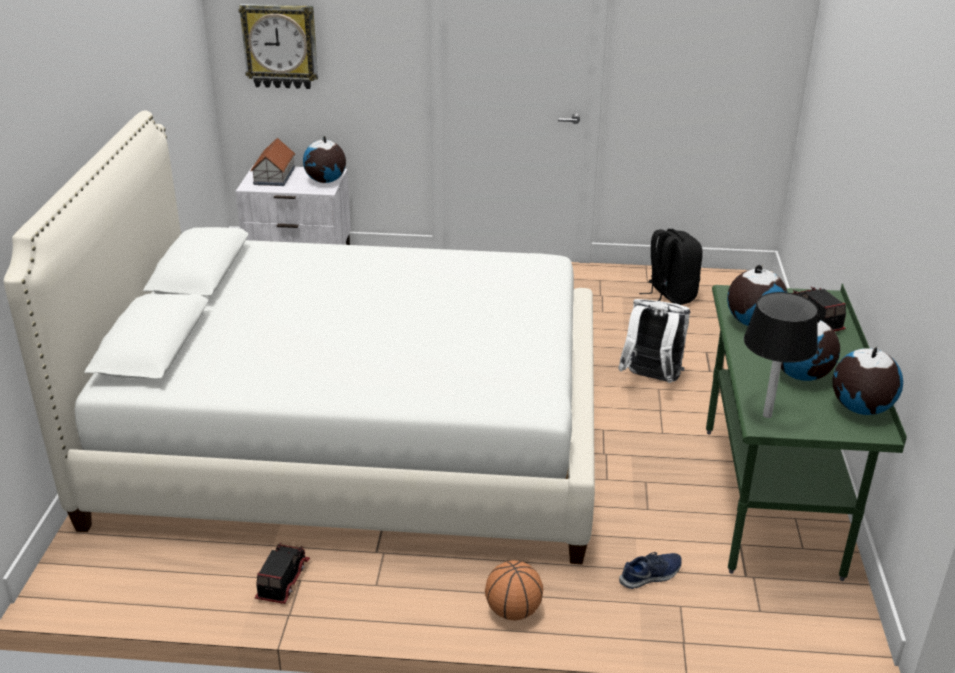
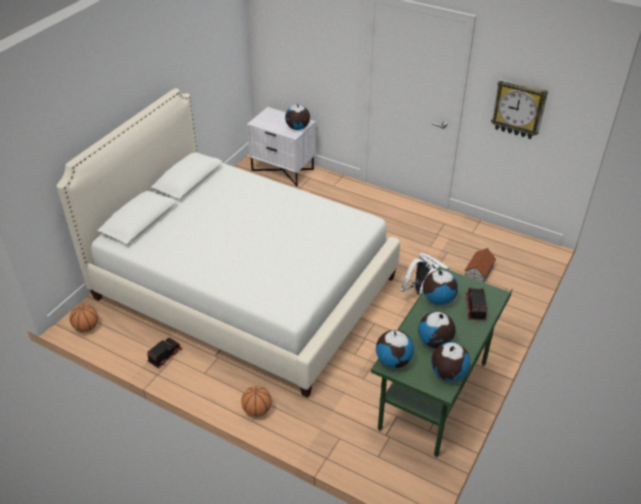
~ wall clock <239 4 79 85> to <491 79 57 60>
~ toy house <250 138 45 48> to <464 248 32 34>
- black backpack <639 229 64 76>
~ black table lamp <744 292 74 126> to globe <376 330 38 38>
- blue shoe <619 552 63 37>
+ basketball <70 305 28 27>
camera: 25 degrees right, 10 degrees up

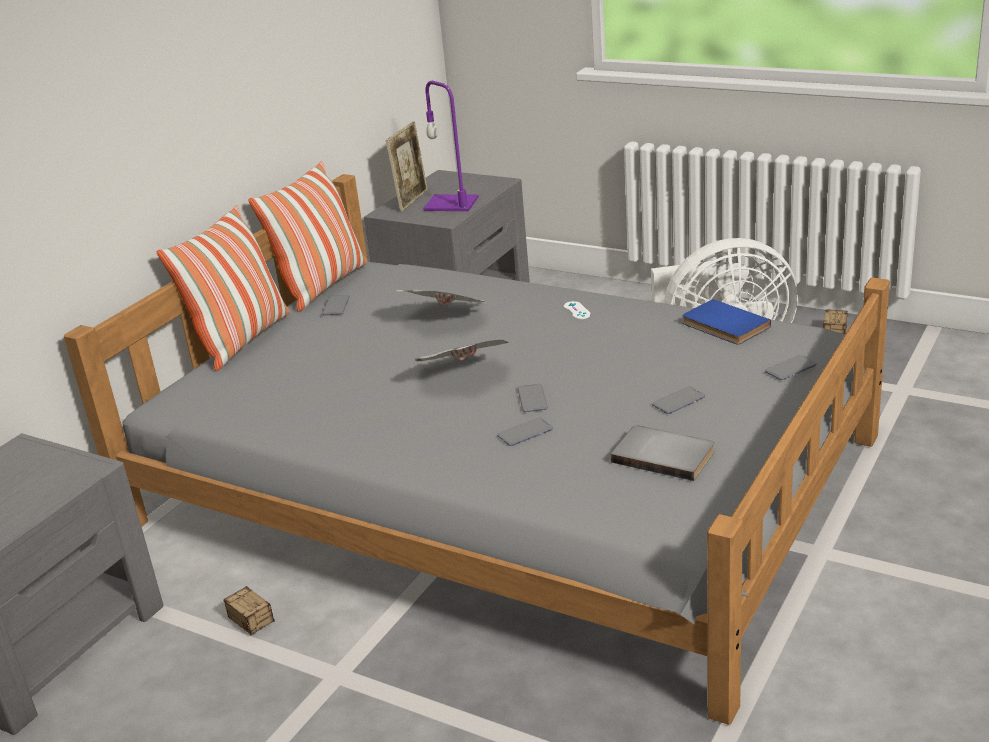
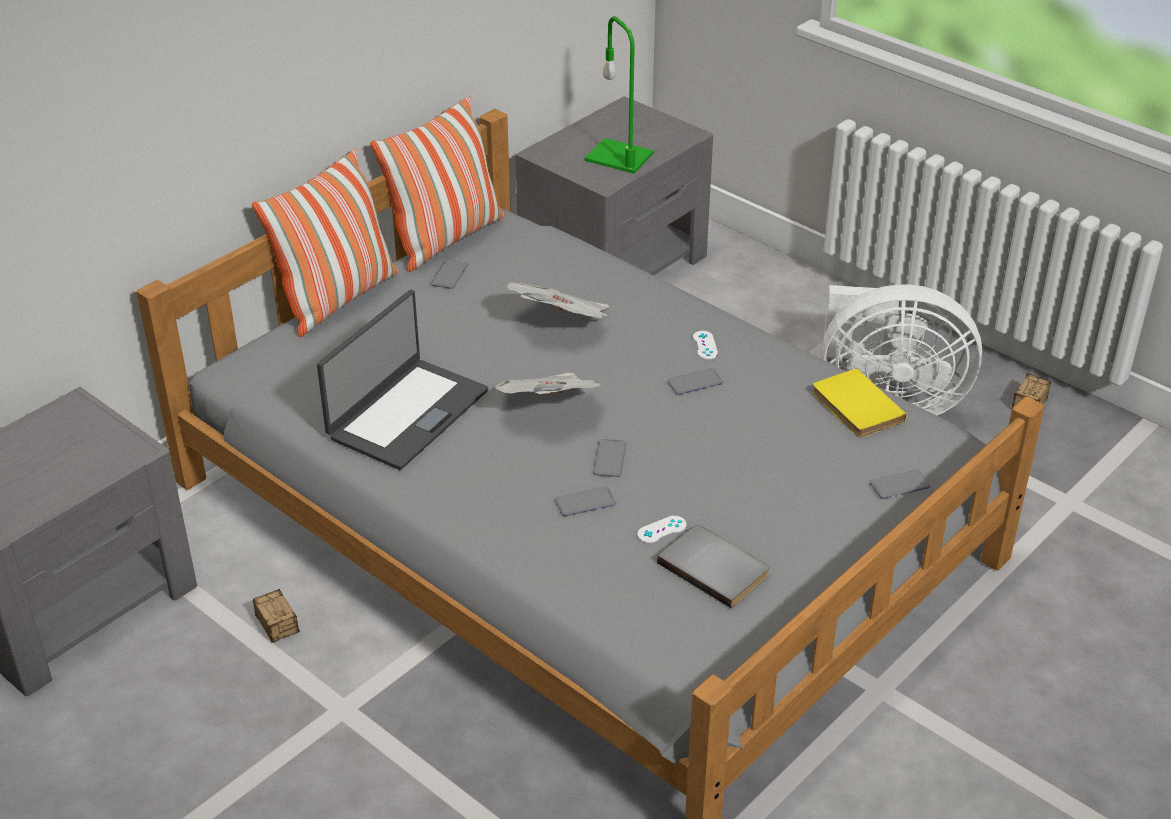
~ purple table lamp <423 81 56 130> to green table lamp <584 16 70 158>
- picture frame <386 122 42 89>
~ blue book <683 299 88 46> to yellow book <812 368 95 70>
~ phone <652 386 53 28> to <667 368 56 27>
+ laptop <317 290 171 180>
+ white game controller <637 516 49 27>
camera: 10 degrees right, 10 degrees up

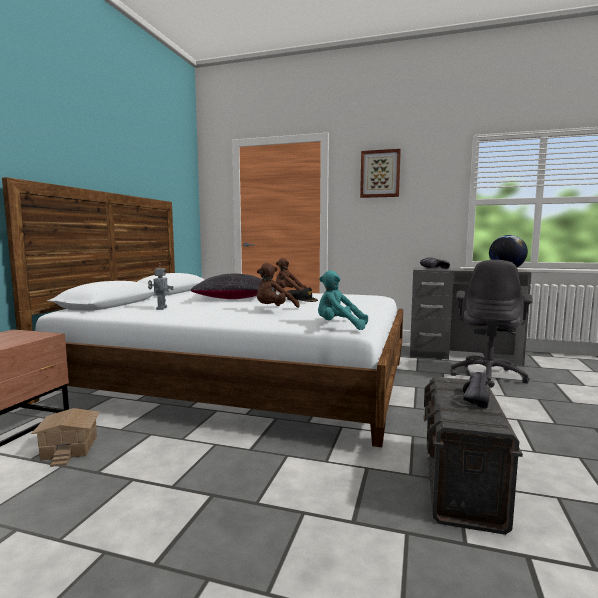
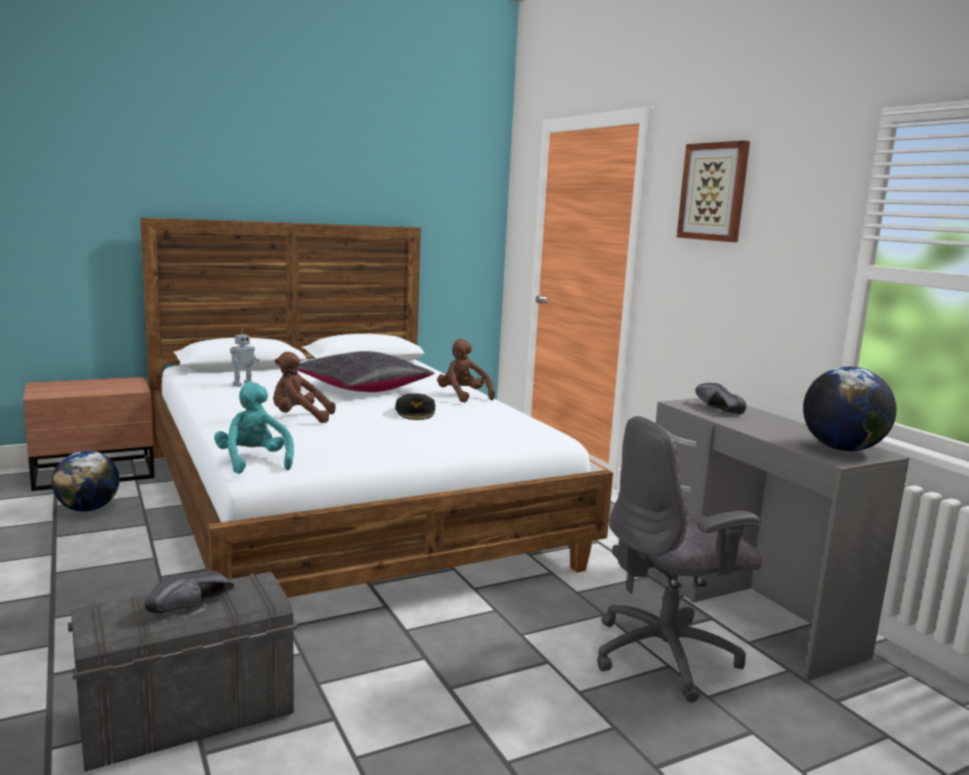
~ black shoe <463 372 27 37> = <145 570 89 43> 150 degrees clockwise
~ toy house <31 408 69 59> to globe <52 451 68 61>
camera: 45 degrees right, 5 degrees up

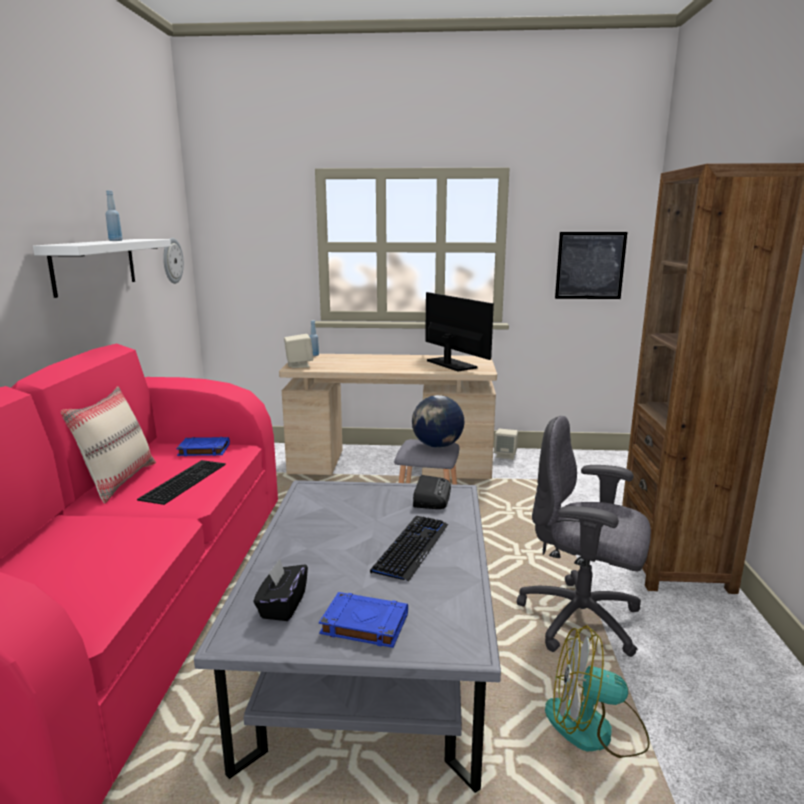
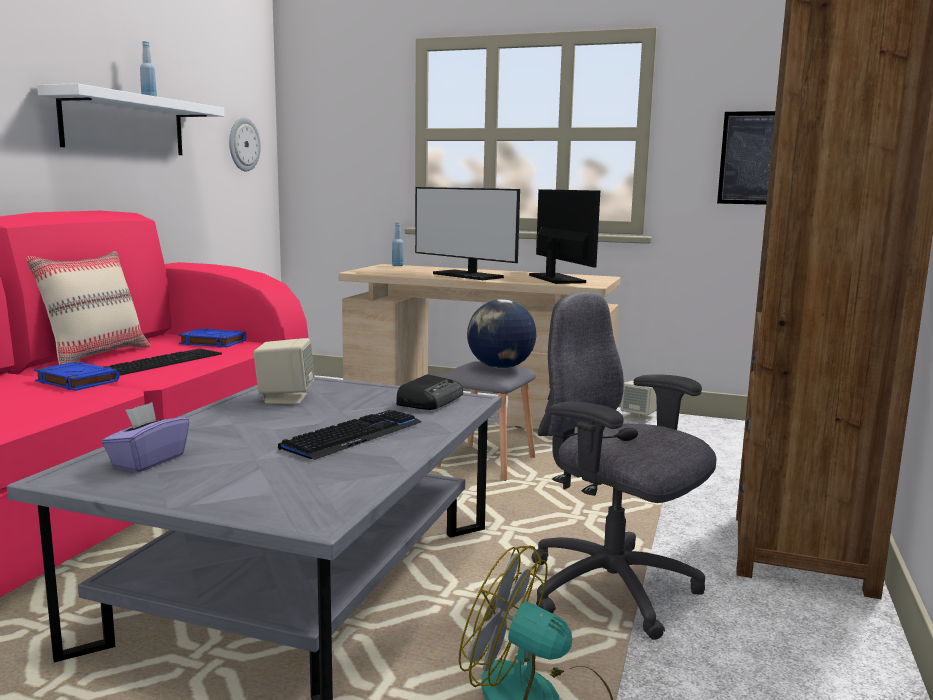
~ beige speaker <284 334 29 34> to <253 338 62 66>
~ black tissue box <253 559 55 62> to purple tissue box <102 402 87 70>
~ blue book <319 592 89 56> to <34 361 86 30>
+ monitor <415 187 105 93>
camera: 15 degrees right, 5 degrees down

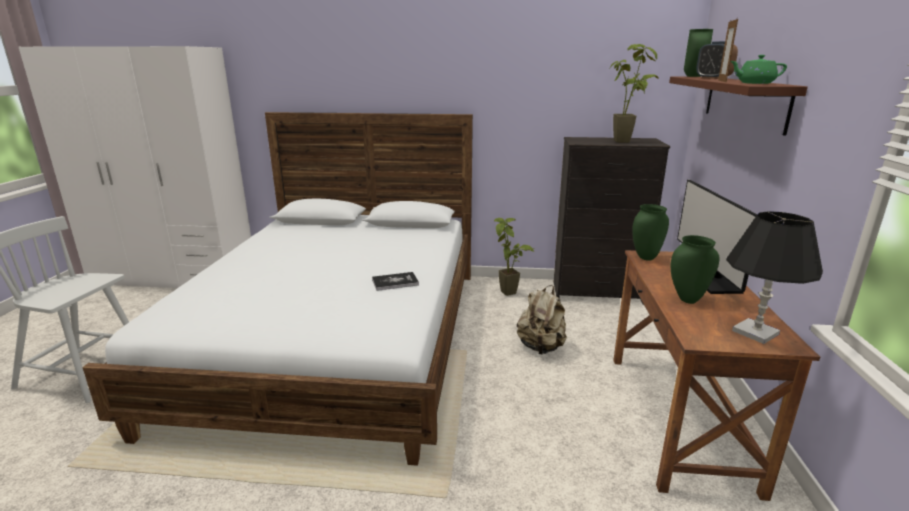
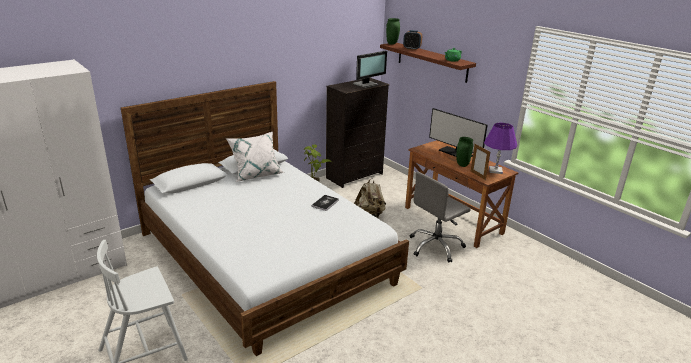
~ picture frame <718 17 20 65> to <471 144 19 36>
~ potted plant <609 44 50 99> to monitor <353 51 34 37>
- green vase <632 204 37 57>
~ black table lamp <726 211 97 133> to purple table lamp <484 123 33 51>
+ white pillow <226 132 58 50>
+ grey office chair <410 172 61 91>
camera: 45 degrees left, 5 degrees up

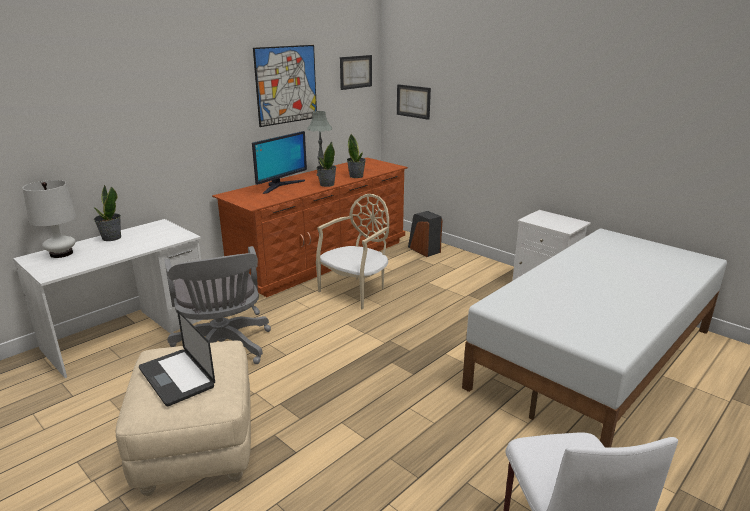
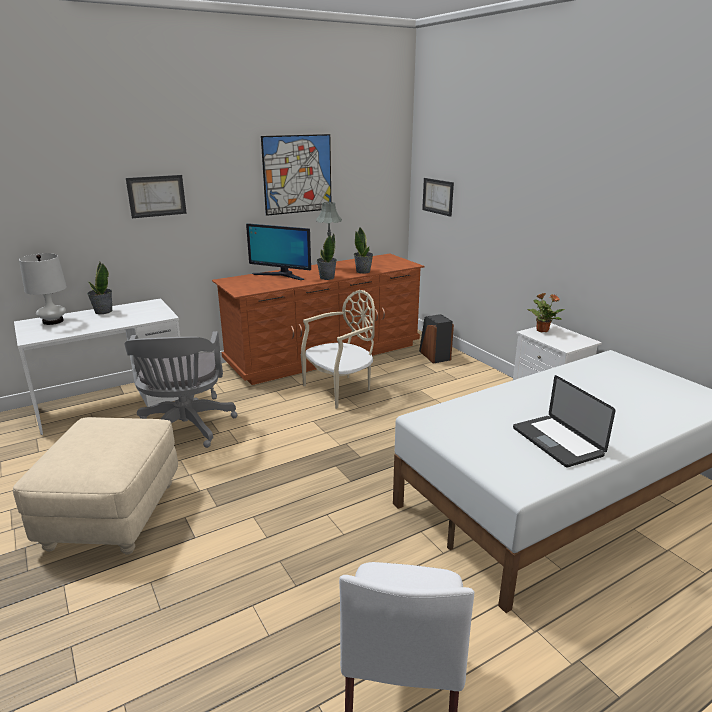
~ picture <340 55 32 35> to <126 175 61 43>
~ monitor <252 131 55 63> = <246 223 65 57> 60 degrees clockwise
~ laptop <139 310 76 96> to <513 375 102 93>
+ potted plant <527 293 38 39>
camera: 15 degrees right, 0 degrees up

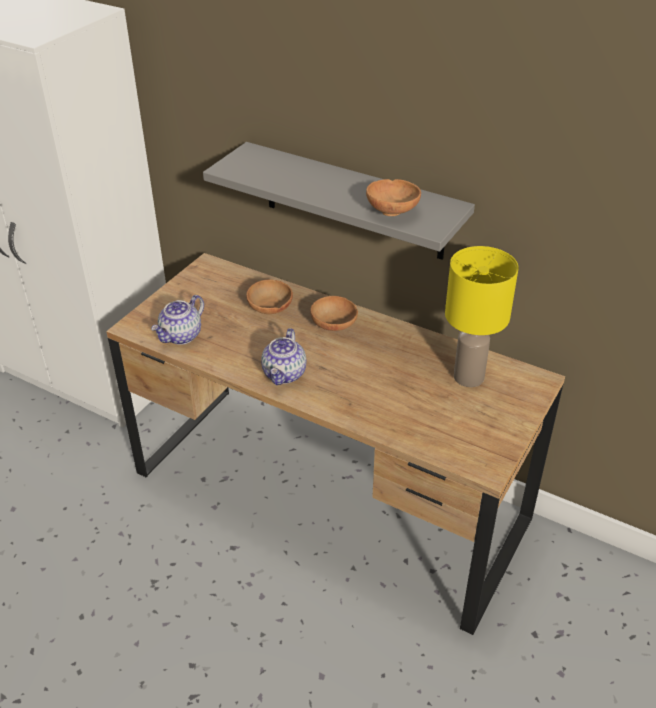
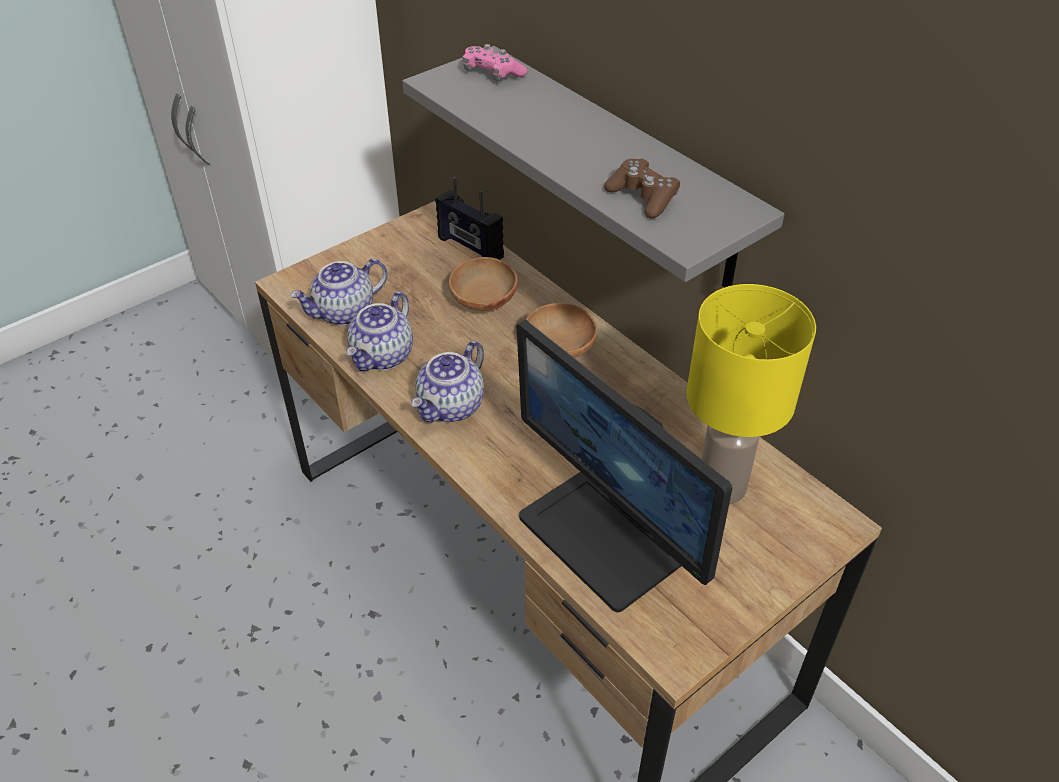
~ brown bowl <366 179 55 37> to brown game controller <604 159 76 60>
+ pink game controller <463 44 64 37>
+ radio <435 177 69 83>
+ teapot <346 292 67 79>
+ monitor <517 320 215 292>
camera: 20 degrees right, 5 degrees up

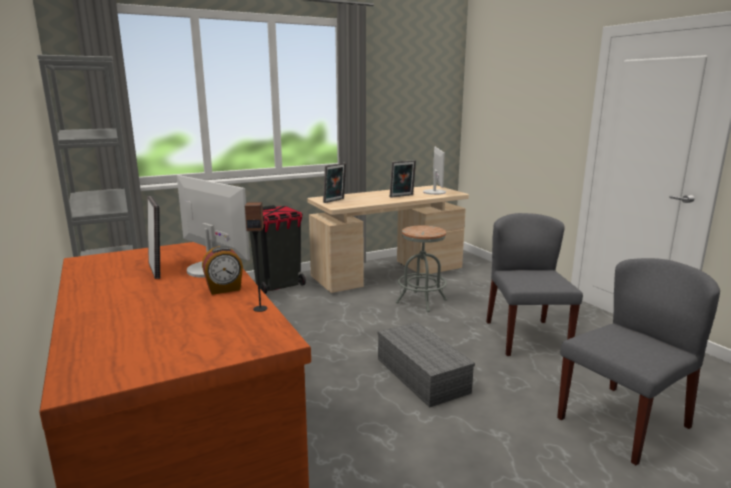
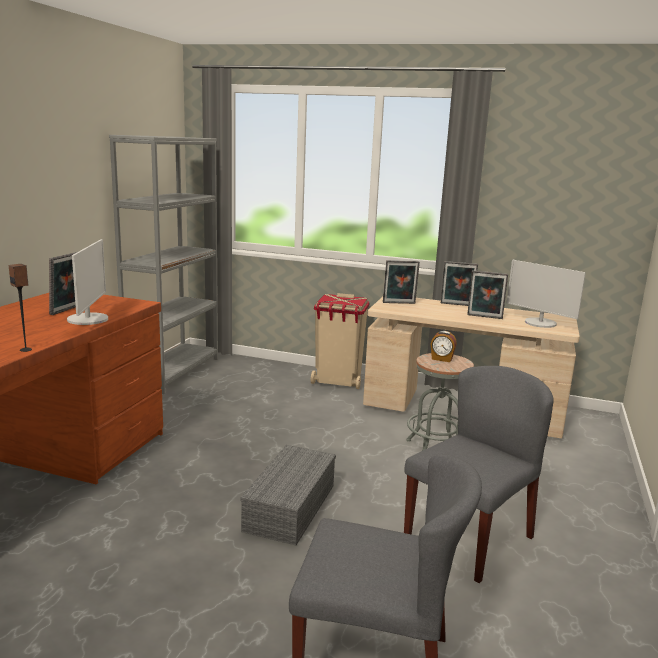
~ monitor <423 147 23 48> = <507 260 79 68> 90 degrees clockwise
~ black trash can <250 205 56 89> to beige trash can <311 293 59 96>
~ alarm clock <202 246 41 49> to <431 331 26 31>
+ picture frame <441 261 37 45>
camera: 45 degrees right, 0 degrees up

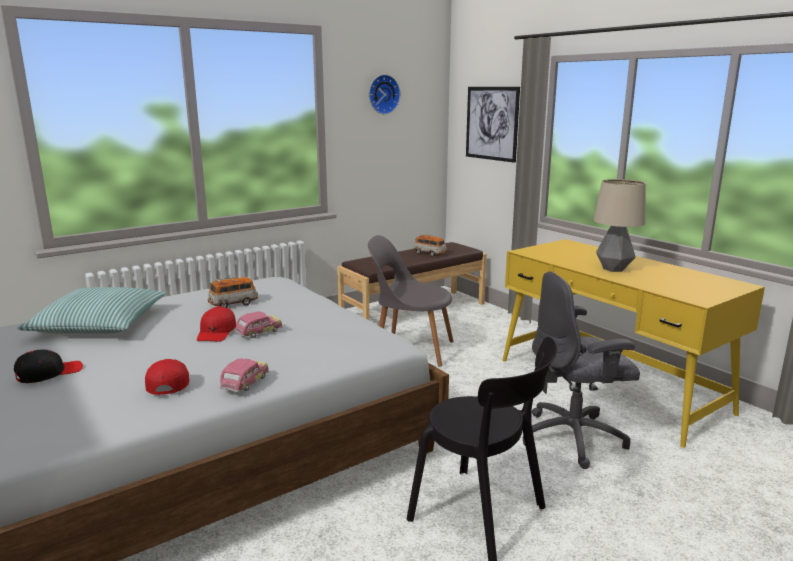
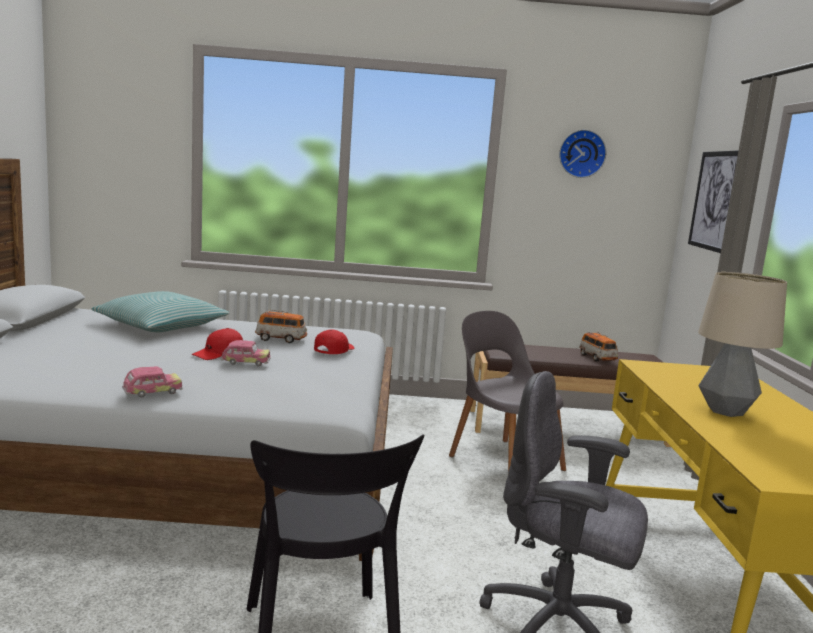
- black cap <14 350 69 33>
~ red cap <145 359 44 36> to <314 329 40 25>
camera: 35 degrees right, 5 degrees down

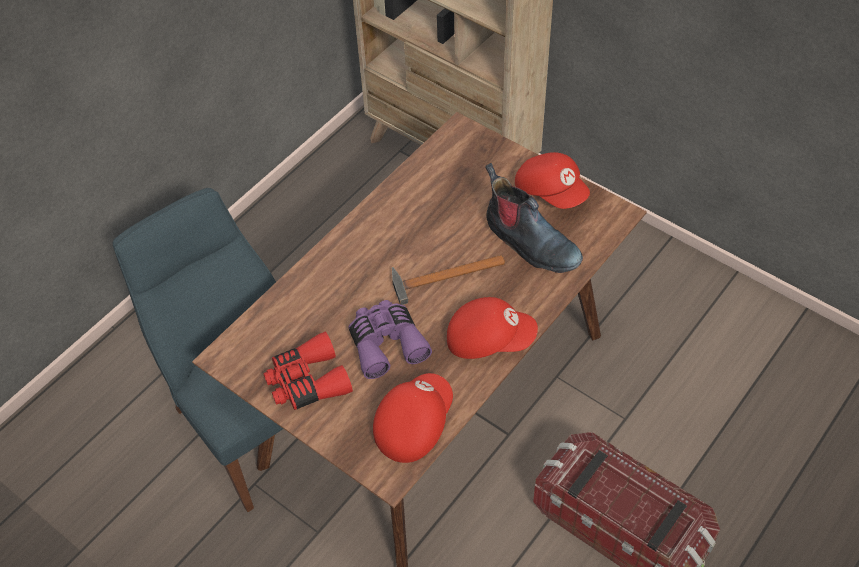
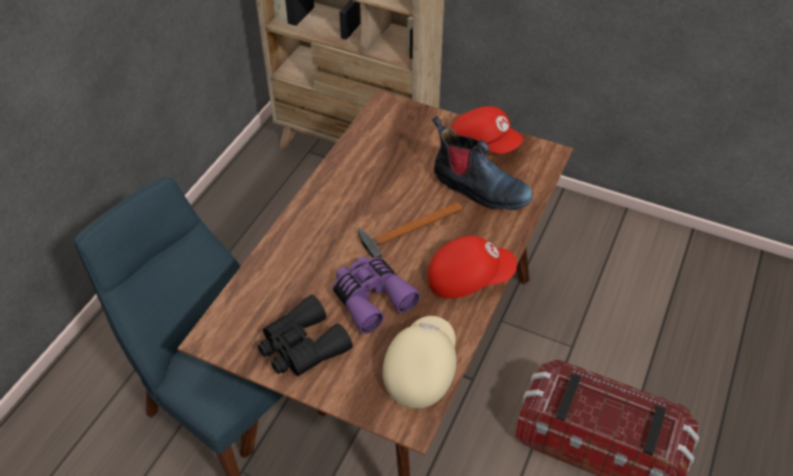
~ red binoculars <263 332 90 78> to black binoculars <258 295 95 81>
~ red cap <373 373 80 90> to beige cap <383 316 73 92>
camera: 15 degrees left, 5 degrees down

